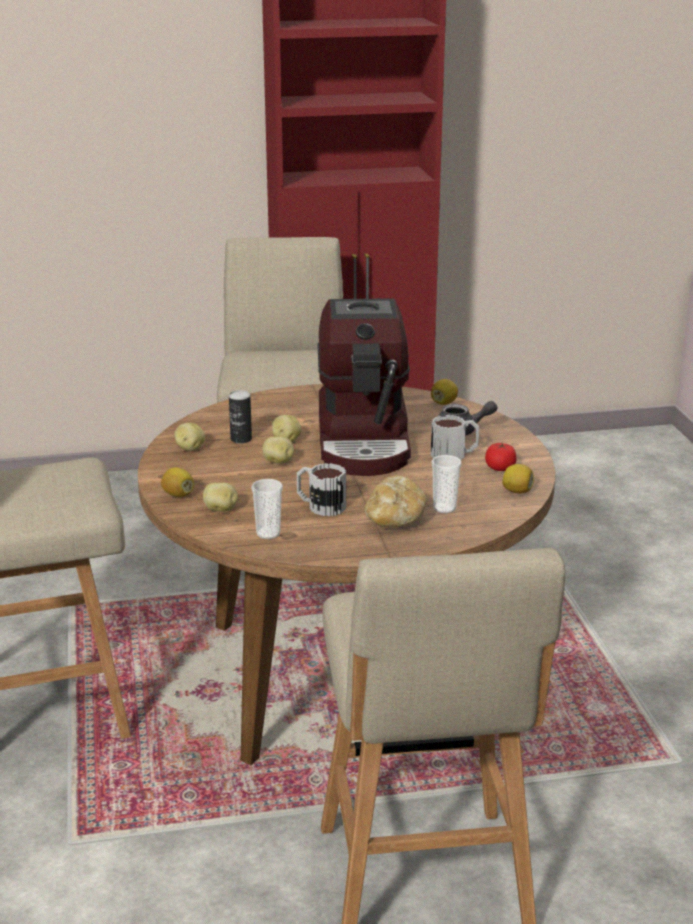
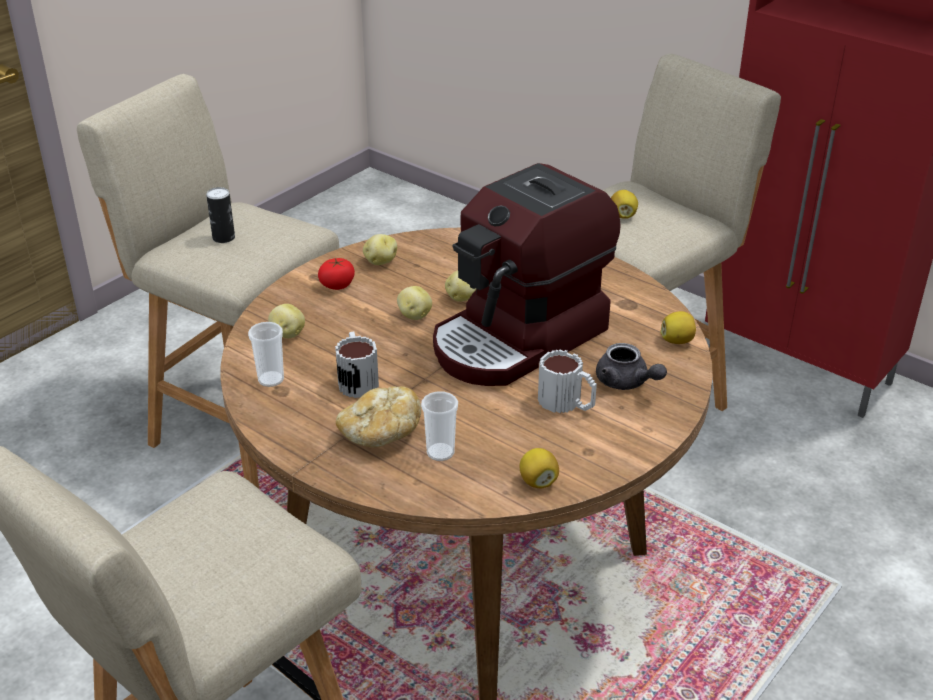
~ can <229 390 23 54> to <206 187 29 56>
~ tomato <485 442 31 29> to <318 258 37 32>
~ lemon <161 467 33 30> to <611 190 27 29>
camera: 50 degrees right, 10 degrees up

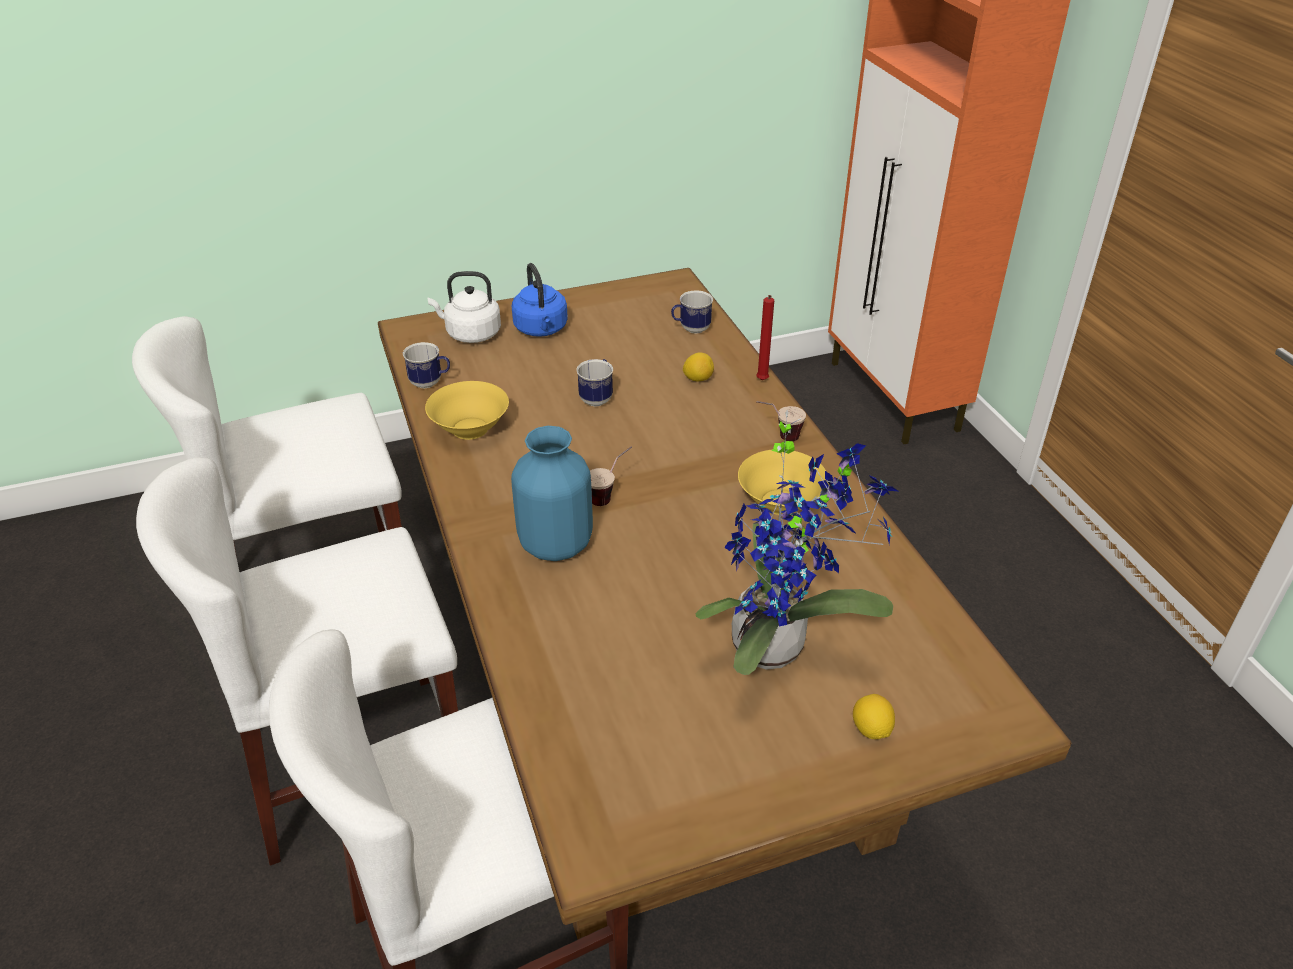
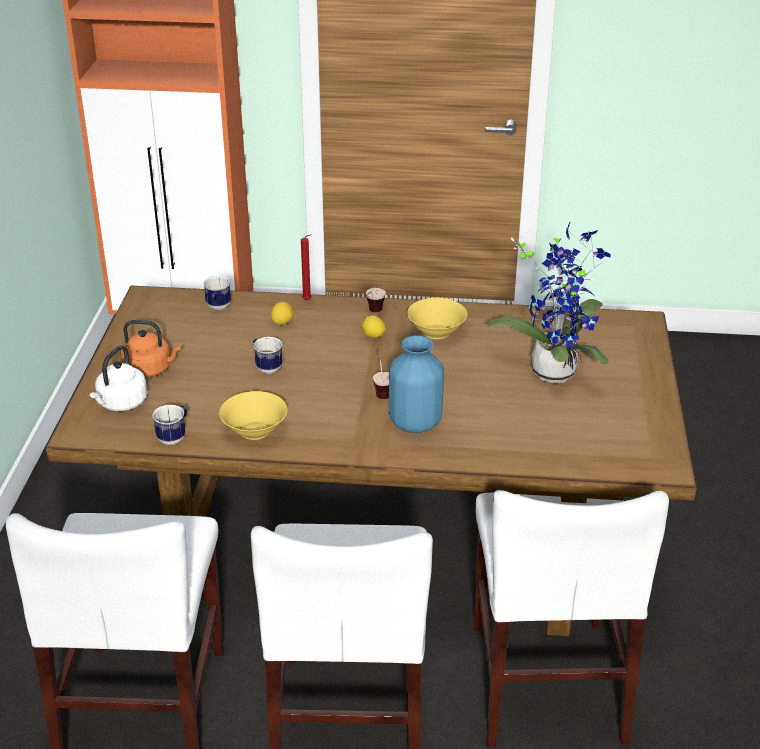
~ blue kettle <512 263 56 74> to orange kettle <121 320 60 58>
~ lemon <853 694 42 45> to <361 315 25 23>
camera: 65 degrees left, 5 degrees down

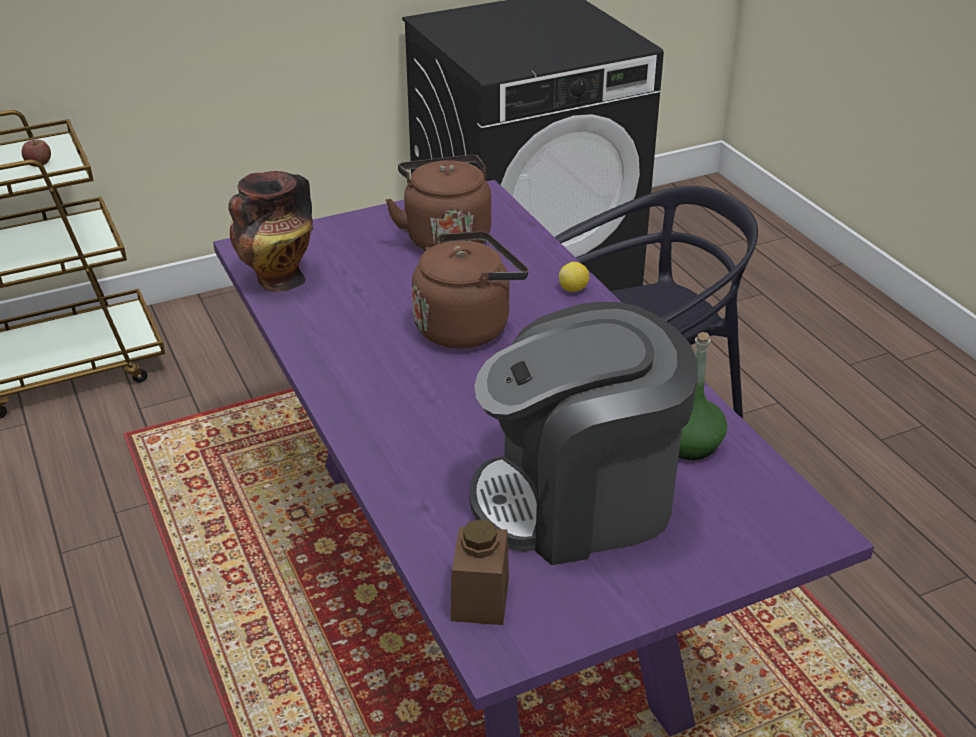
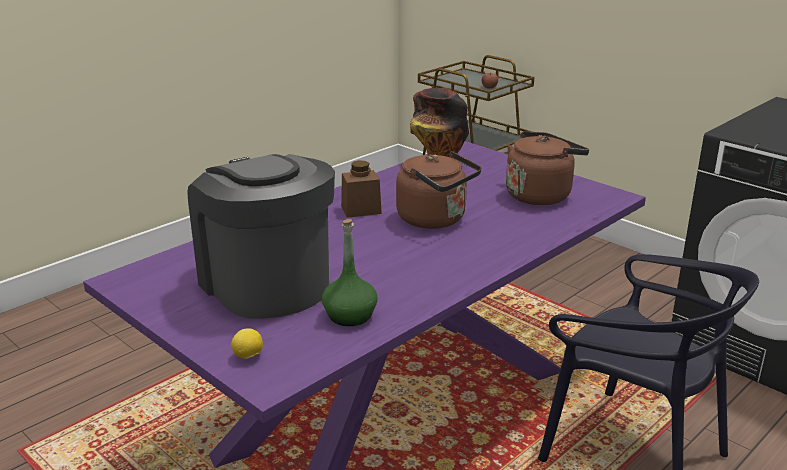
~ lemon <559 262 30 30> to <231 328 32 31>
~ brown jar <451 519 58 106> to <341 160 41 58>
camera: 70 degrees right, 10 degrees down

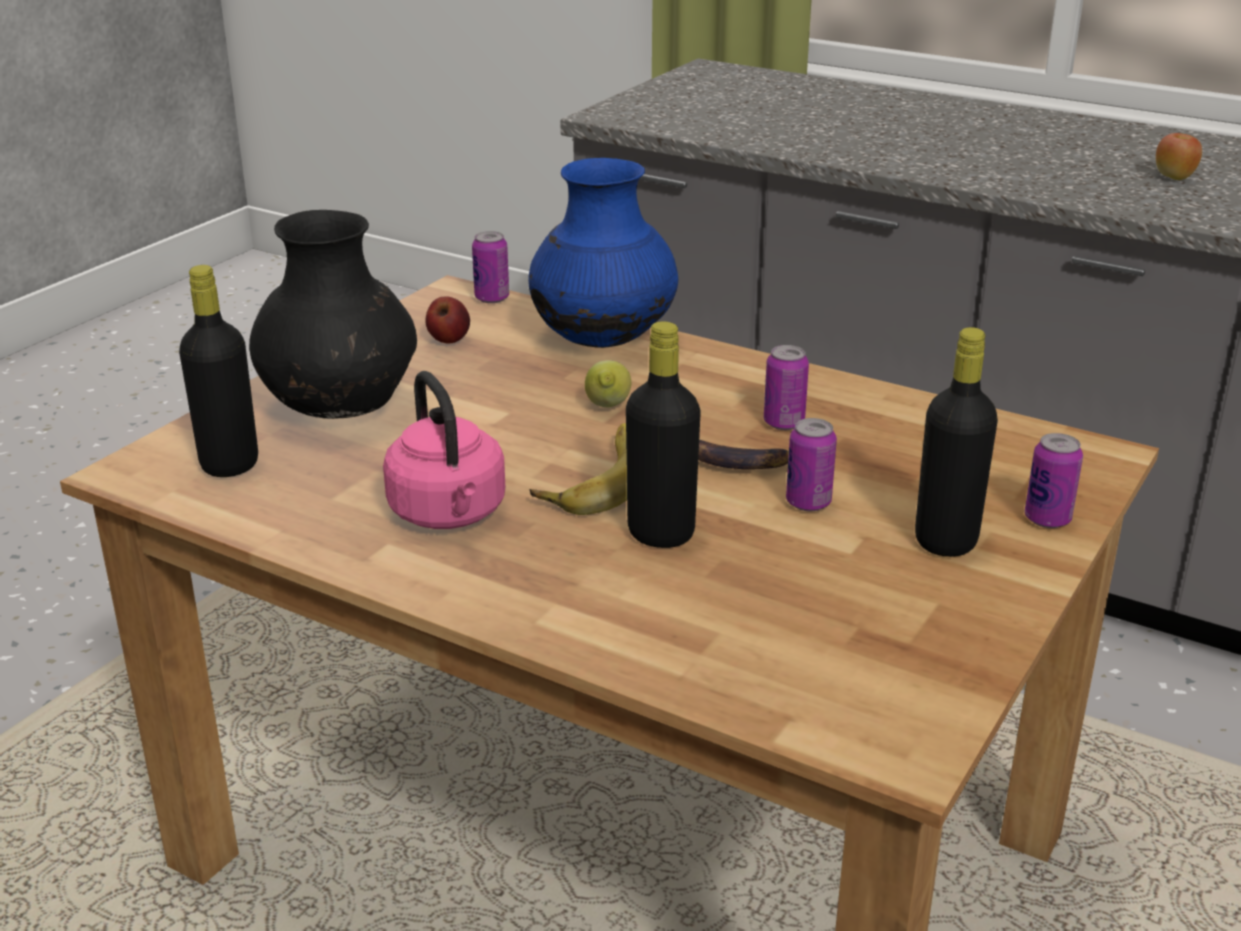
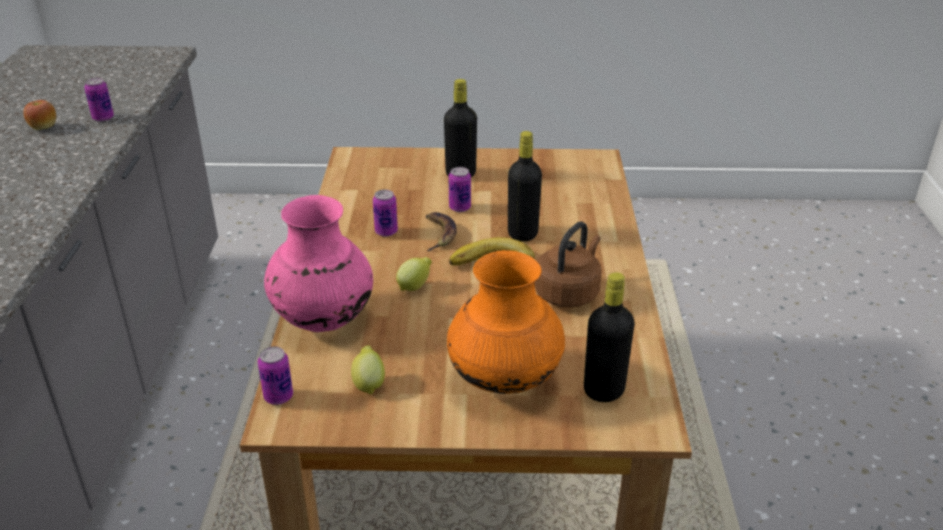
~ blue vase <528 158 150 190> to pink vase <264 195 109 137>
~ black vase <249 210 168 209> to orange vase <447 250 118 144>
~ apple <425 297 45 46> to lemon <351 345 34 50>
~ pink kettle <383 371 122 158> to brown kettle <535 221 67 87>
~ can <1025 433 58 95> to <84 78 30 44>
camera: 120 degrees left, 5 degrees up

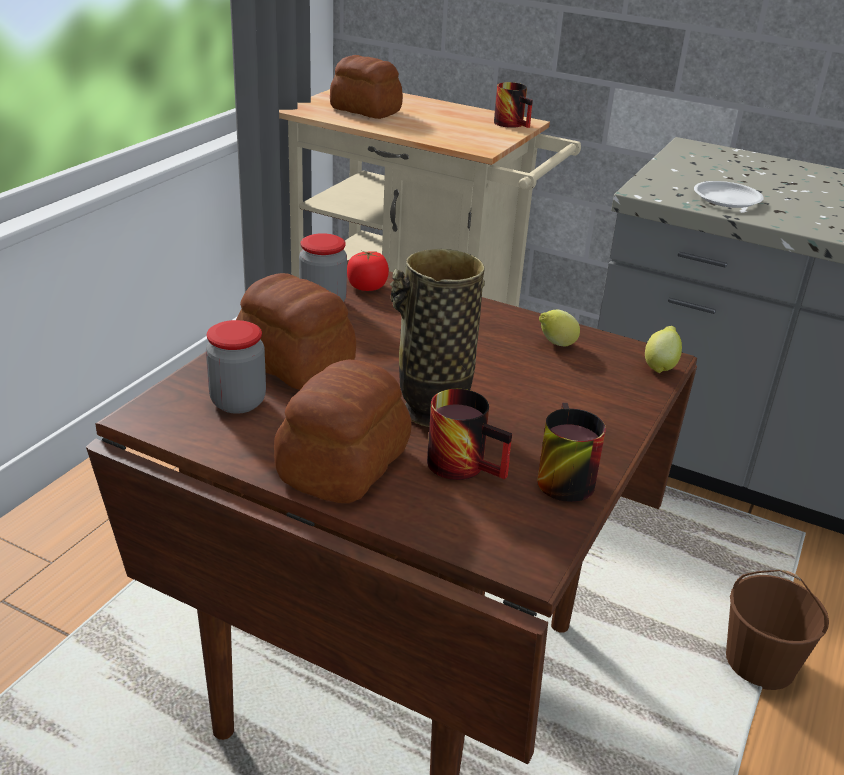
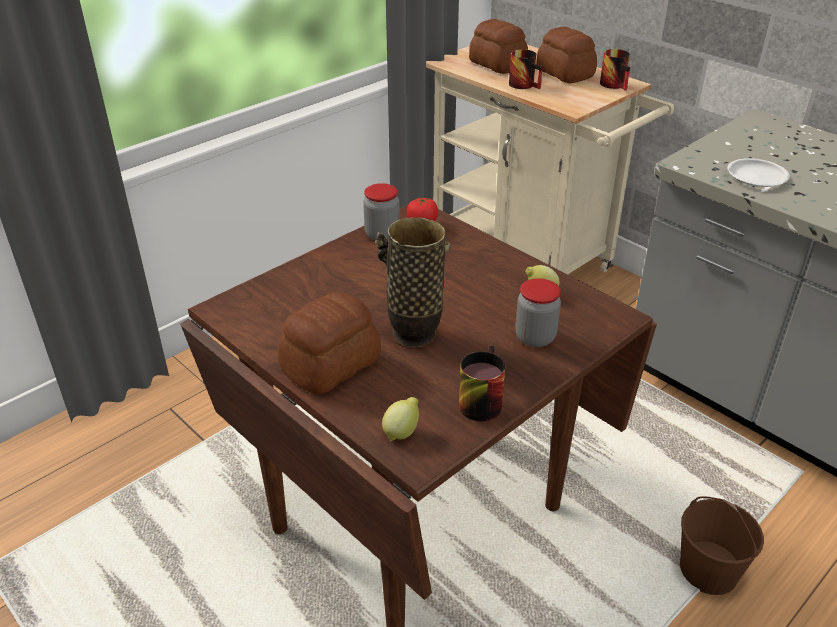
~ bread <236 273 120 117> to <536 27 61 56>
~ jar <206 320 60 94> to <515 278 46 69>
~ lemon <645 326 37 47> to <382 397 37 44>
~ mug <427 389 85 91> to <509 49 34 40>
camera: 20 degrees right, 5 degrees up

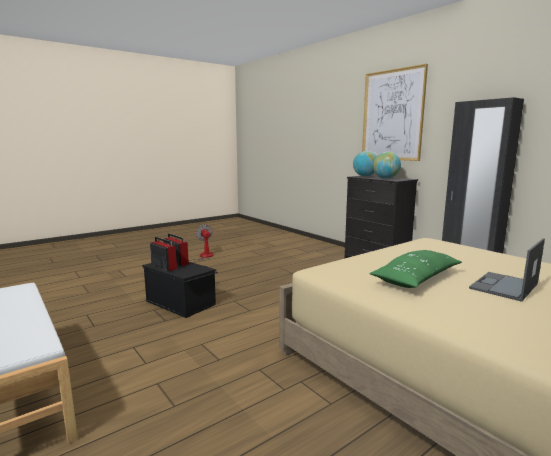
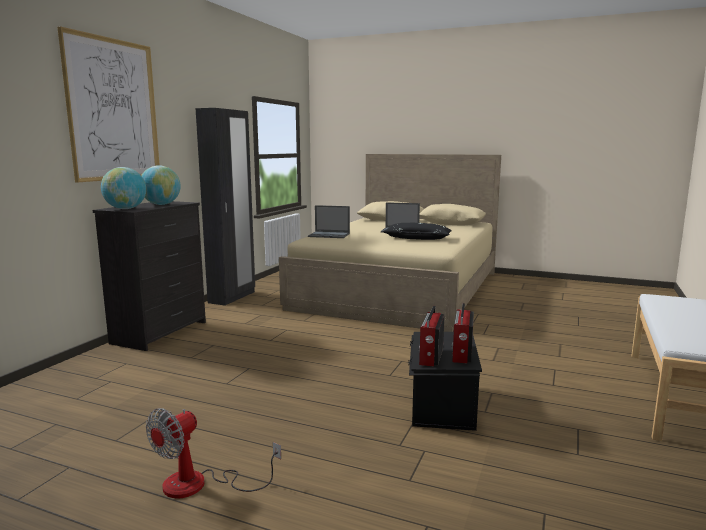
~ green pillow <370 250 92 38> to black pillow <382 223 70 17>
+ laptop <308 205 42 33>
camera: 120 degrees left, 0 degrees up

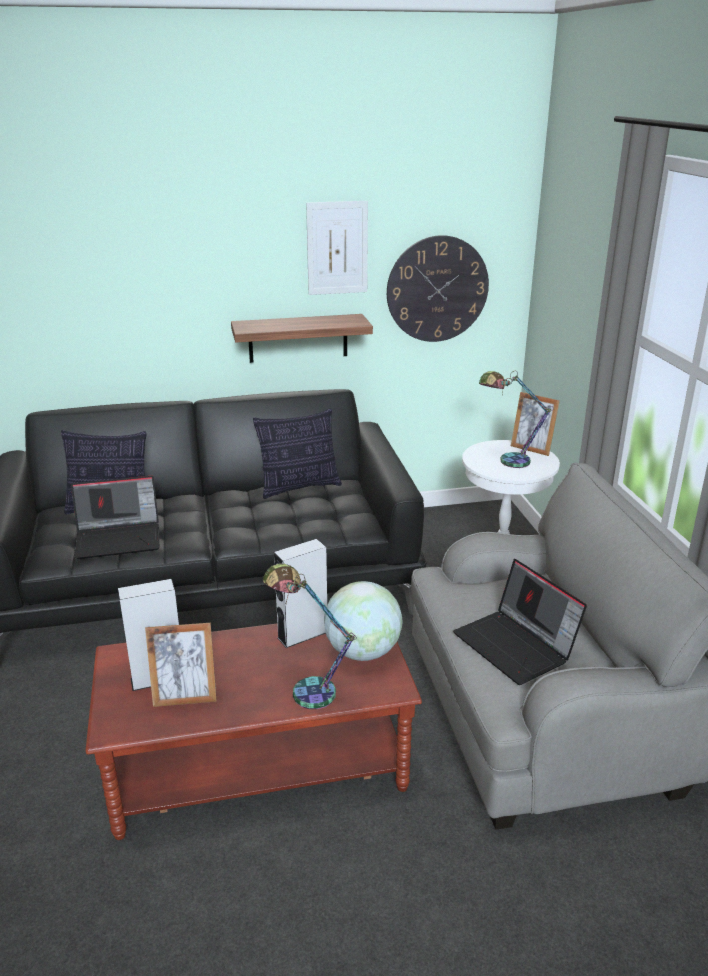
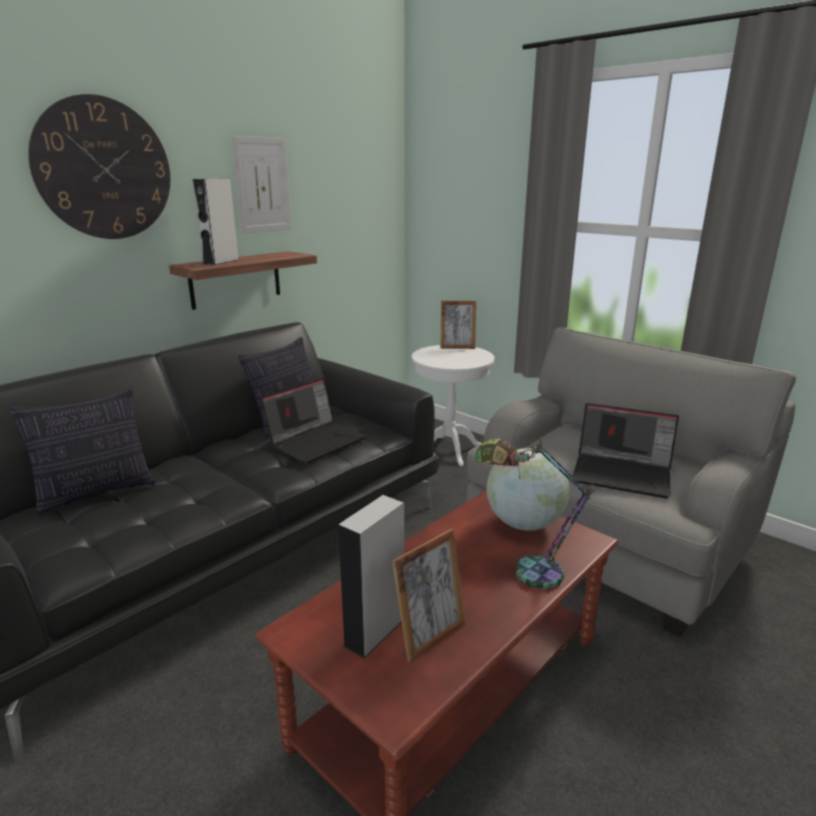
~ wall clock <387 235 102 107> to <28 94 142 145>
- table lamp <479 371 75 97>
~ laptop <71 476 89 83> to <261 378 105 86>
~ grey speaker <274 539 53 109> to <193 179 46 86>
camera: 35 degrees left, 5 degrees down

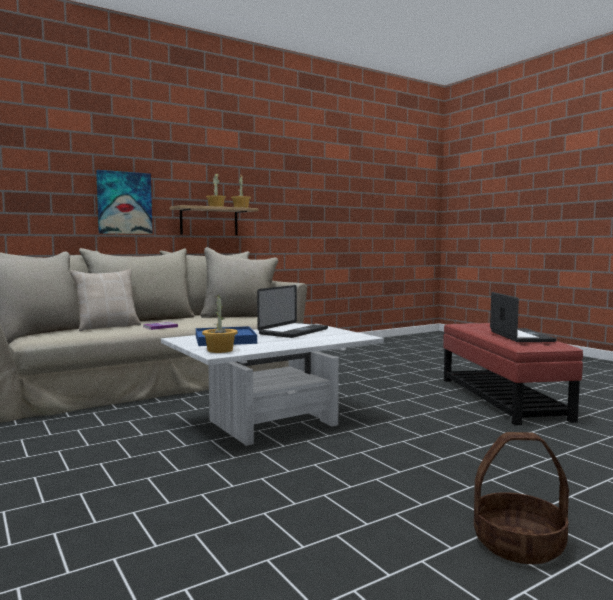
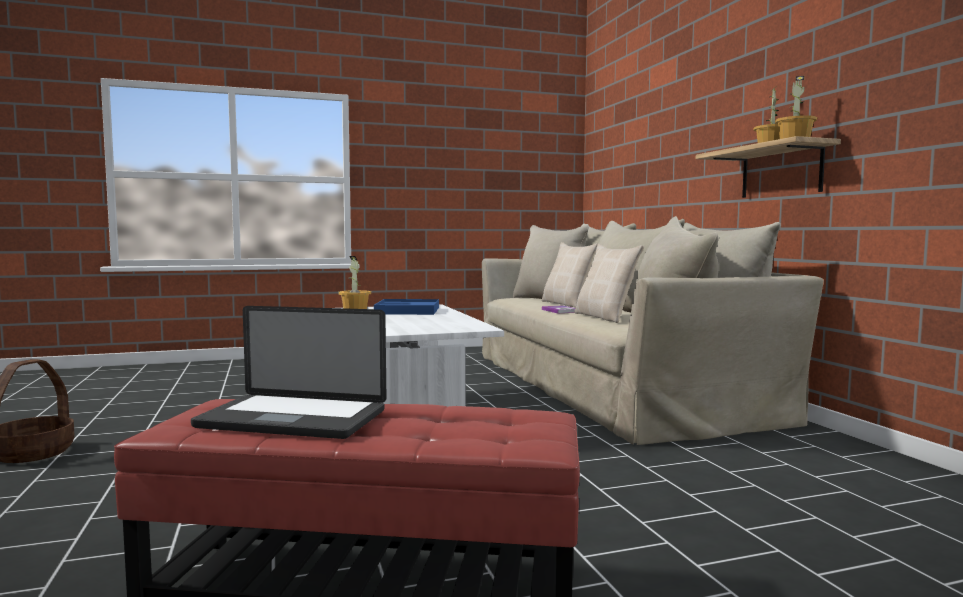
- picture <96 170 57 64>
- laptop <257 285 71 53>
+ beige pillow <574 244 70 79>
camera: 105 degrees right, 0 degrees up

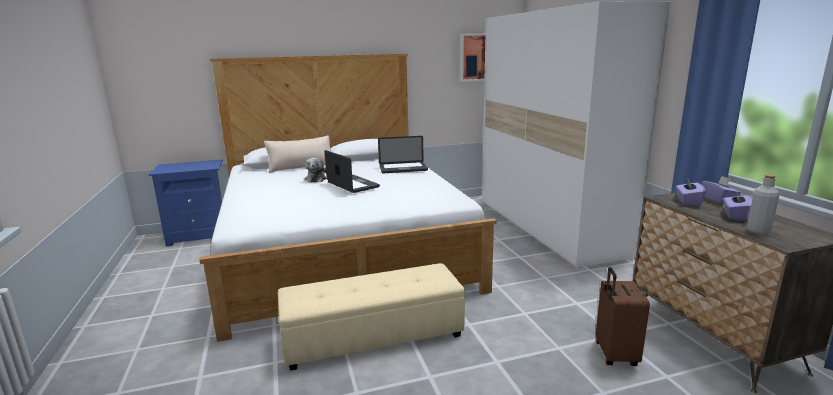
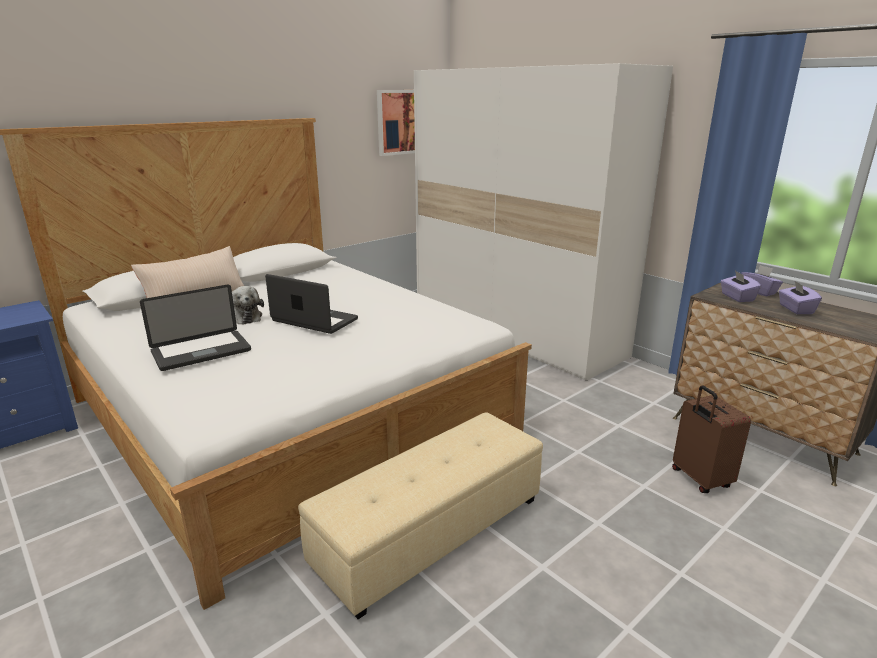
~ laptop <378 136 50 37> to <140 285 111 86>
- grey bottle <747 174 32 61>
camera: 25 degrees left, 5 degrees up

